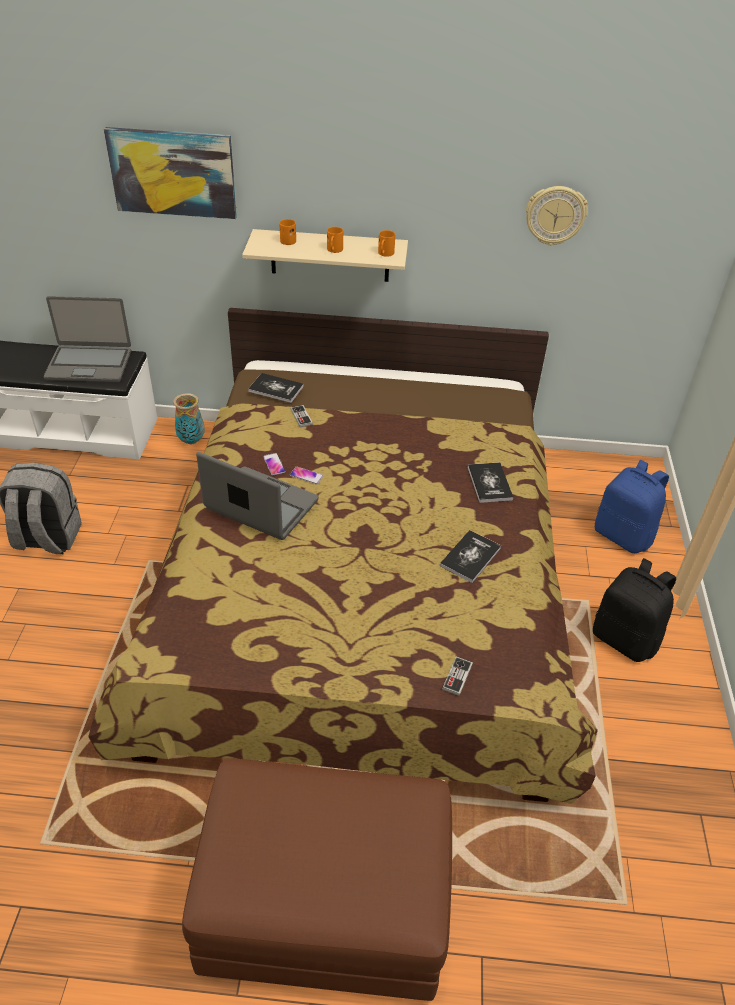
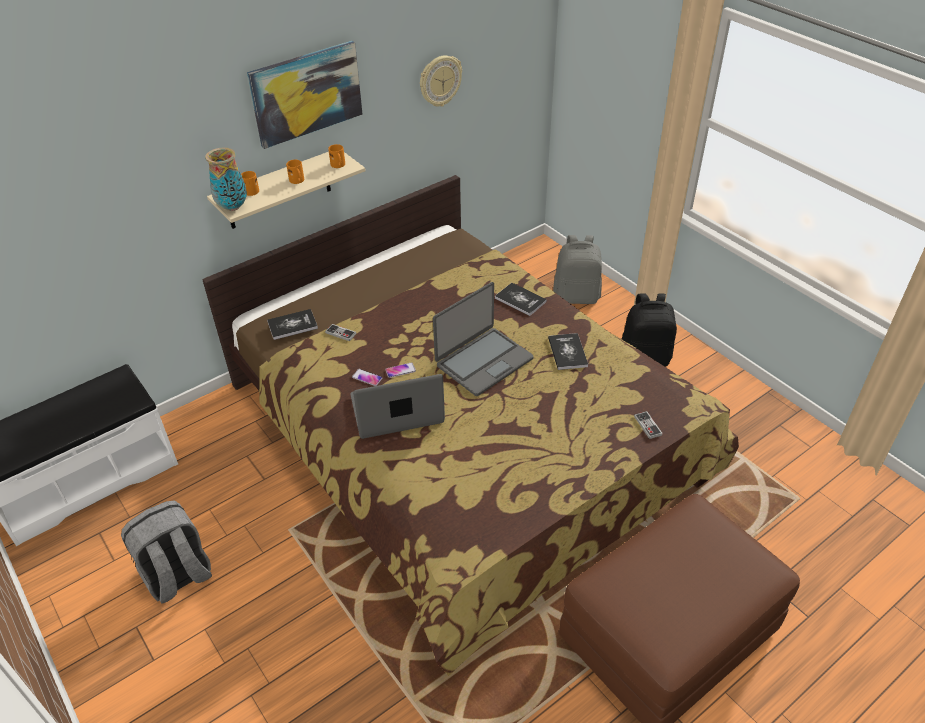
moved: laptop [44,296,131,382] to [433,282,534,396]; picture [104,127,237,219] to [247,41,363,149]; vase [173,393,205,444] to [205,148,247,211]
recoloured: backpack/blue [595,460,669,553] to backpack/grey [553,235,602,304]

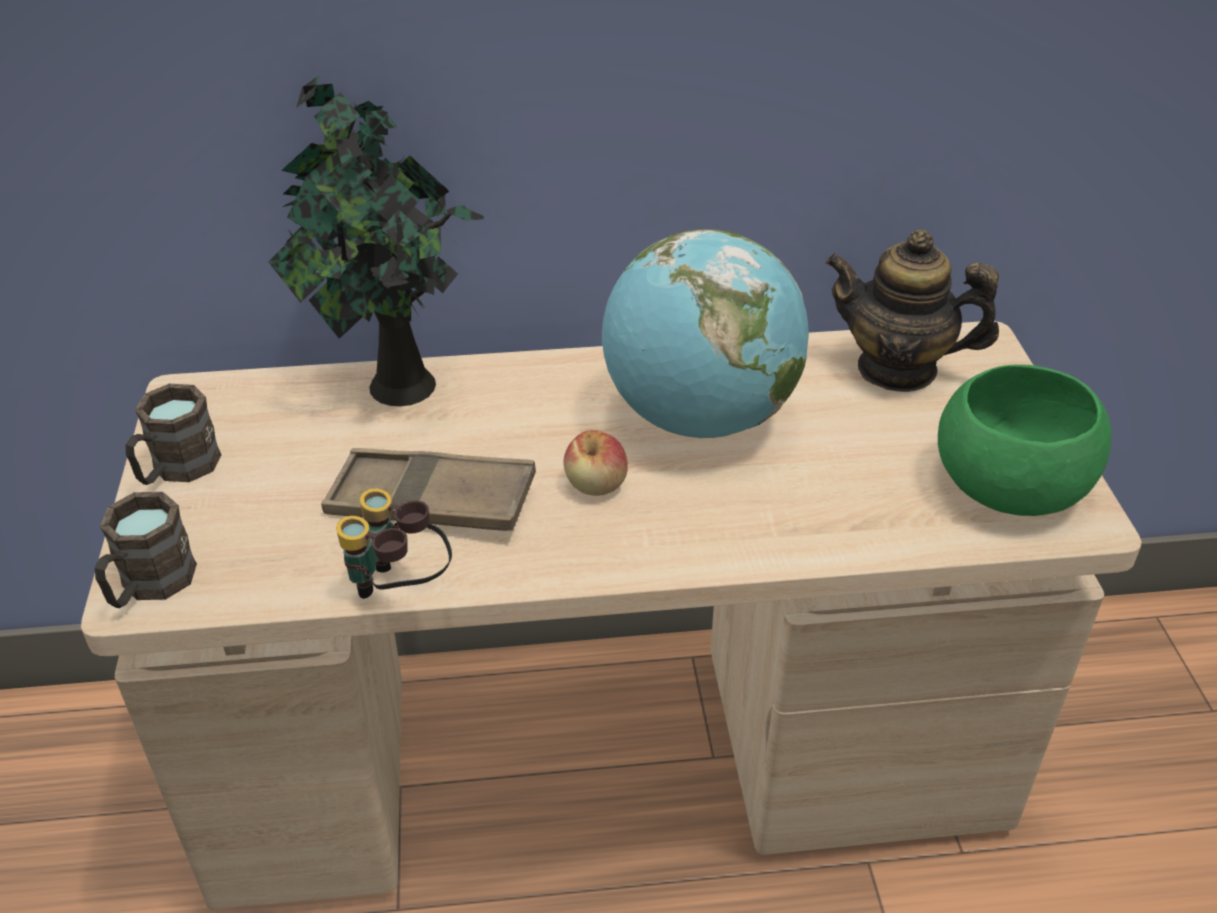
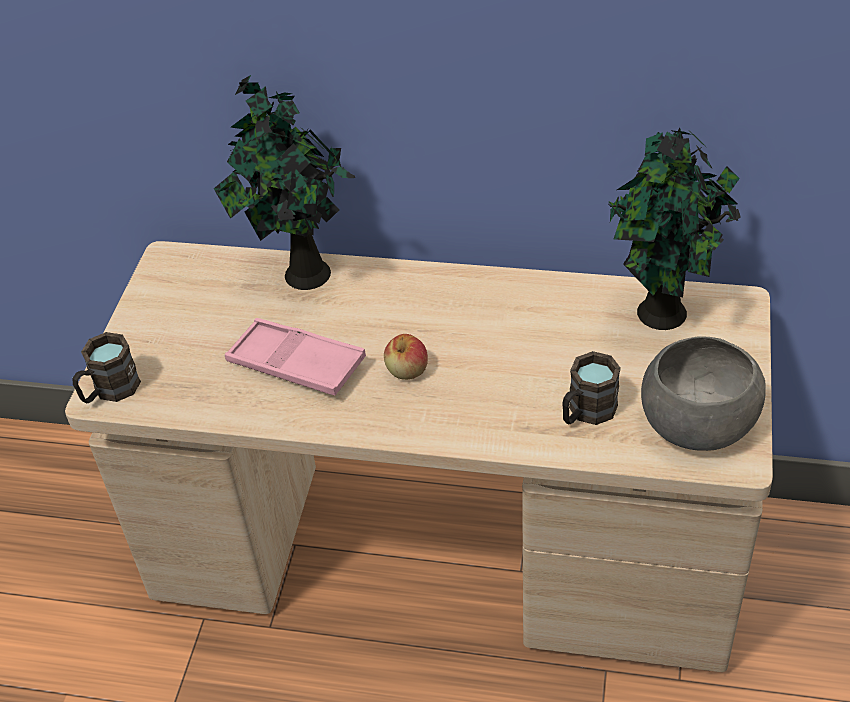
removed: binoculars [336,488,452,599]; globe [602,229,809,438]
moved: mug/brown [126,384,221,485] to [562,351,621,425]
replaced: teapot [826,230,999,392] to potted plant [608,128,741,330]
recoloured: tray/brown [321,448,536,531] to tray/pink [225,318,366,395]; bowl/green [938,364,1111,516] to bowl/grey [641,336,766,451]

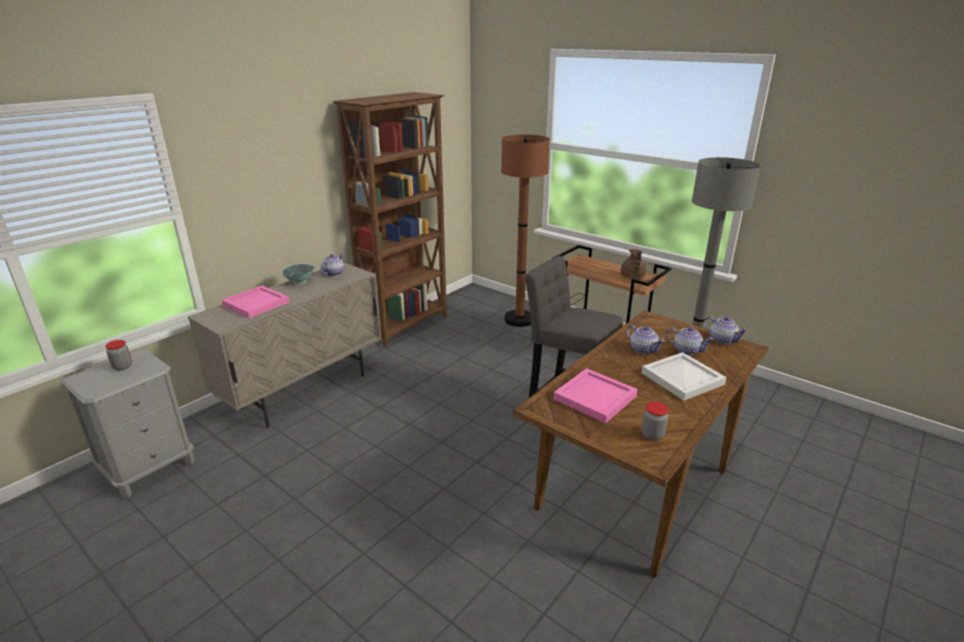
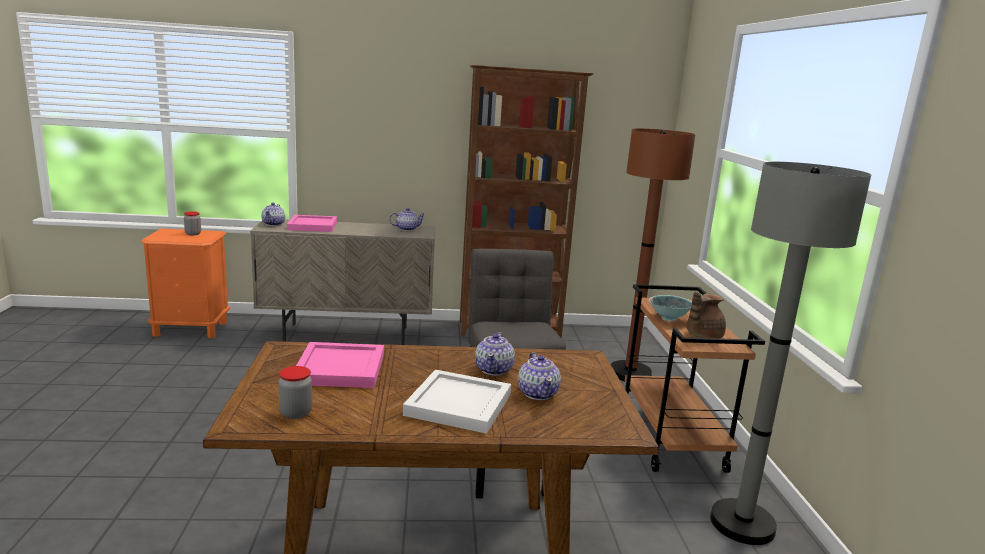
moved: bowl [281,263,315,285] to [649,295,692,322]; teapot [704,316,748,344] to [261,202,285,226]
recoloured: nightstand/grey [61,349,195,499] to nightstand/orange [141,228,230,339]

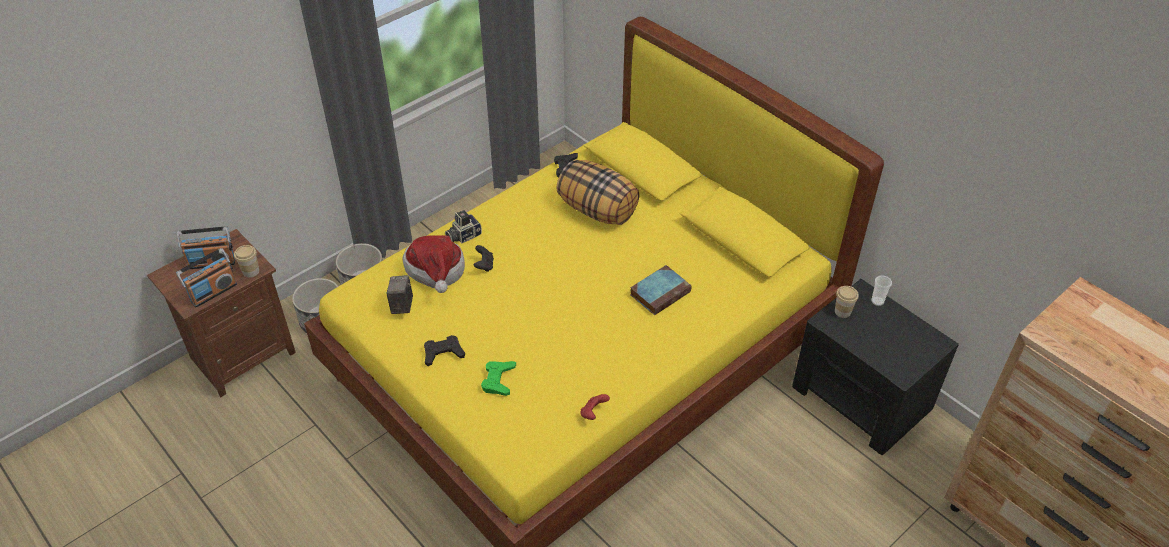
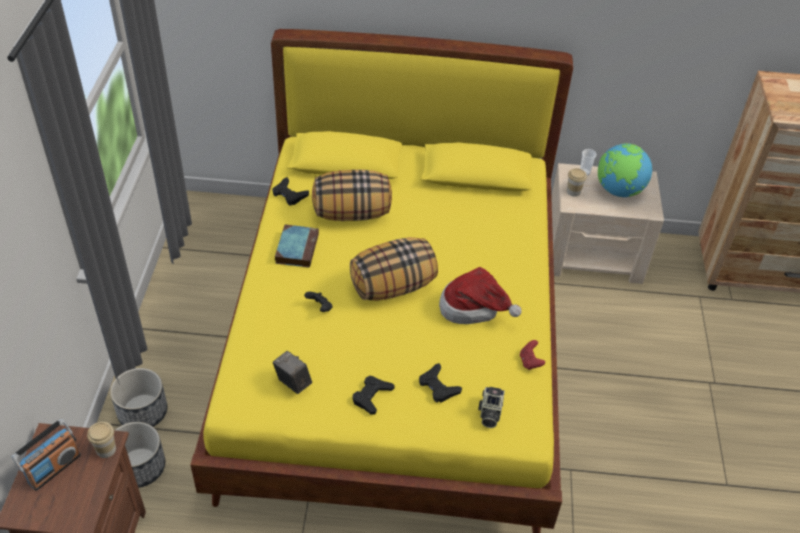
removed: radio [176,248,237,307]
added: pillow [350,237,438,301]; globe [598,143,652,197]
moved: hat [402,235,465,293] to [439,267,522,324]; photo camera [445,210,482,244] to [478,387,505,428]; book [630,265,692,315] to [275,225,319,268]
recoloured: game controller/green [481,361,516,396] to game controller/black [419,363,462,403]; nightstand/black [792,279,959,455] to nightstand/beige [551,163,664,284]

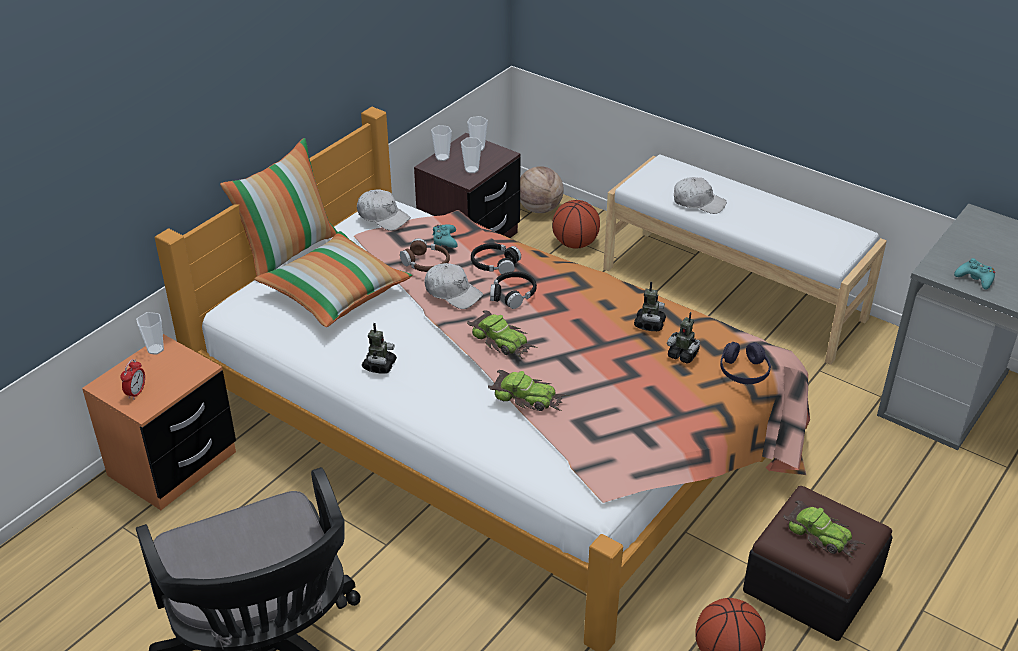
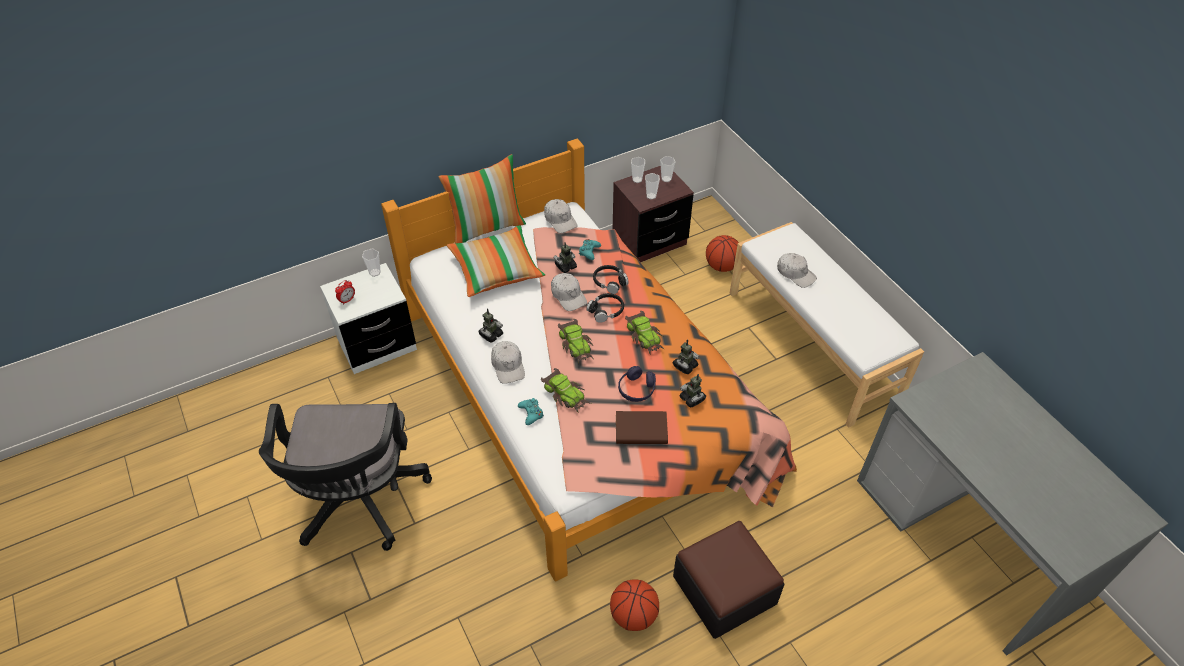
removed: basketball [520,166,564,213]
added: cap/white [491,341,525,384]; book/brown [616,411,668,444]
moved: headphones/purple [720,342,771,384] to [618,366,656,402]; toy car [783,500,866,559] to [625,311,665,355]; game controller/turquoise [954,258,995,290] to [518,398,544,425]
replaced: headphones/brown [400,238,450,272] to toy robot [553,242,577,273]
recoloured: nightstand/orange [82,334,236,510] to nightstand/white [320,263,417,374]

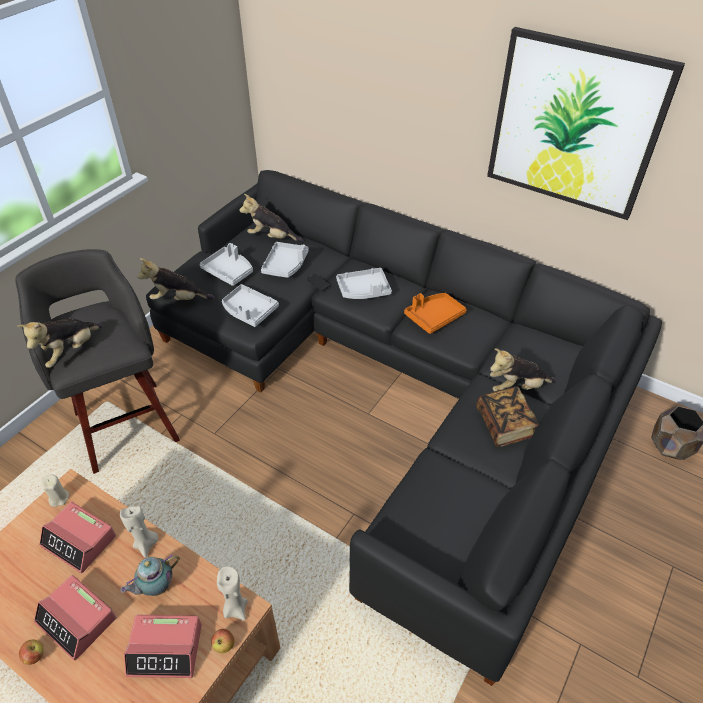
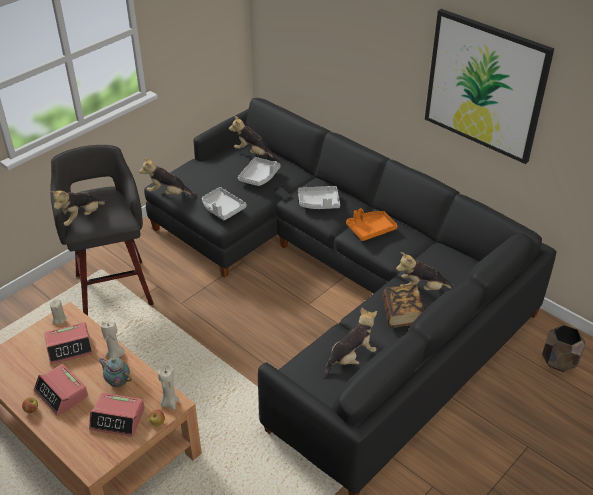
removed: tray/grey [200,243,253,286]
added: plush toy [324,307,377,377]
turned: alarm clock [39,502,116,573] = [44,322,93,364] 60 degrees counterclockwise; teapot [120,554,180,596] = [98,357,132,387] 60 degrees clockwise

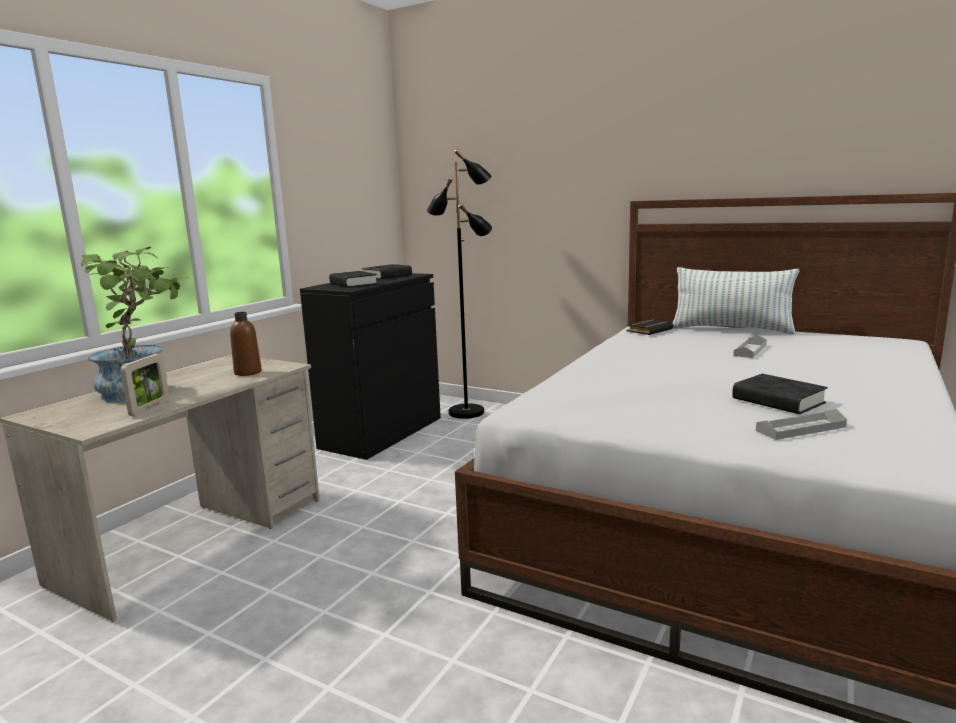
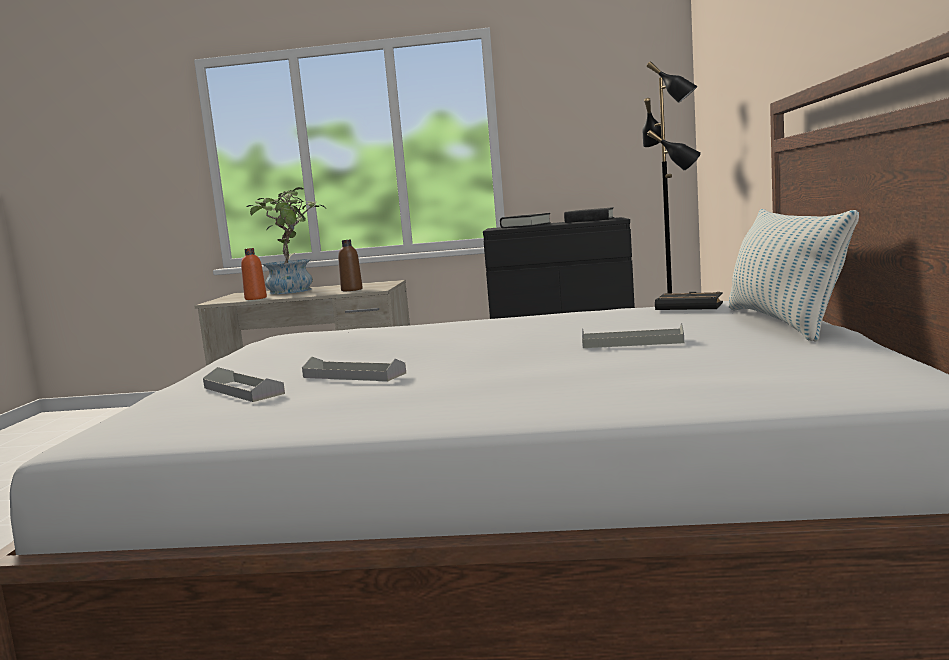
replaced: picture frame [120,354,170,416] to bottle/orange [241,248,267,300]; book/black [732,374,828,414] to tray/grey [302,357,406,381]

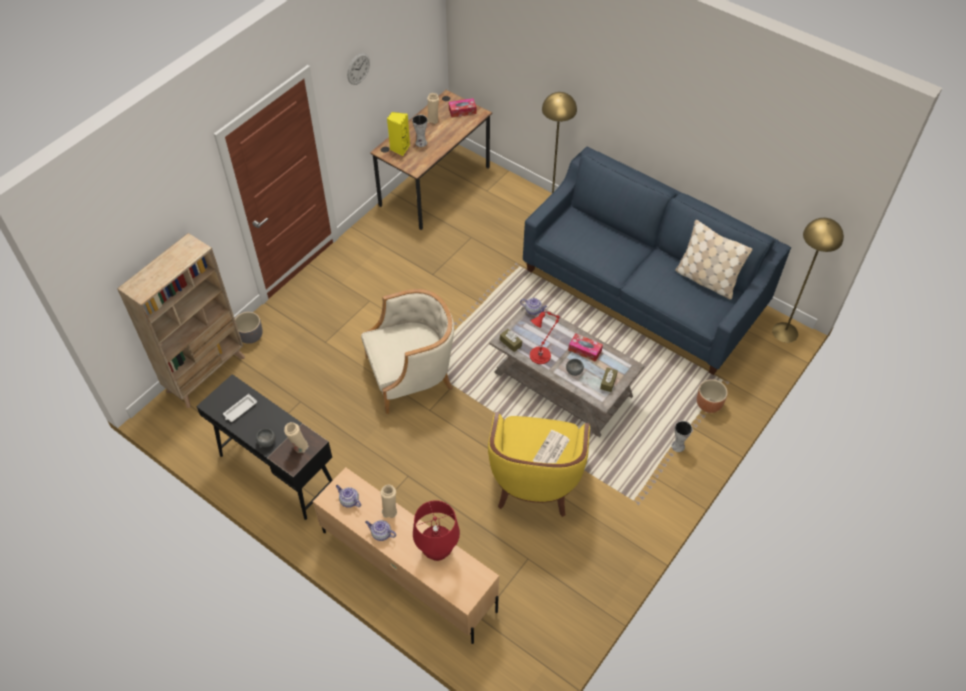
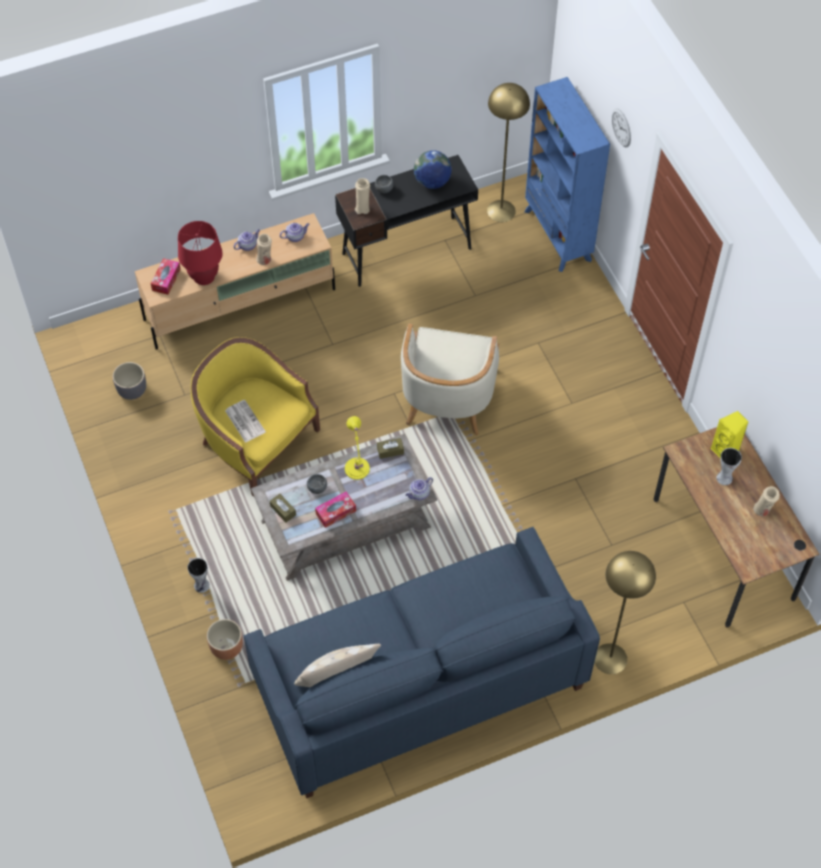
moved: planter/grey [235,312,263,344] to [113,362,146,400]; wall clock [347,53,370,85] to [612,108,631,147]; tissue box [449,98,477,118] to [151,258,181,295]; floor lamp/yellow [772,218,844,343] to [487,83,530,222]
replaced: tray/white [223,394,257,422] to globe [414,150,452,189]
recoloured: bookcase/beige [117,233,245,408] to bookcase/blue [524,77,610,272]; table lamp/red [530,309,561,364] to table lamp/yellow [345,416,370,480]

